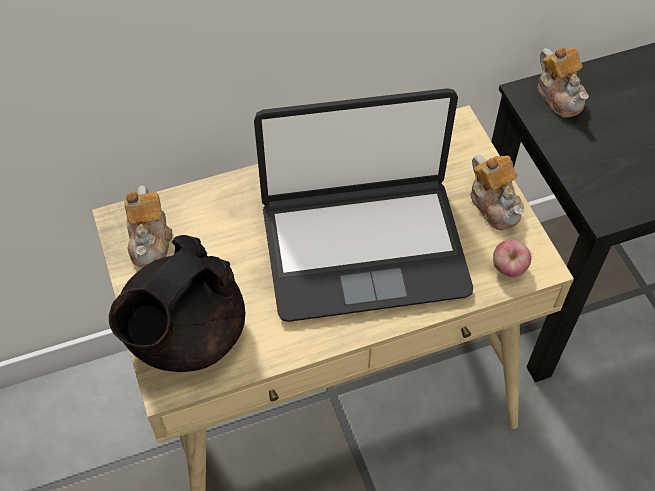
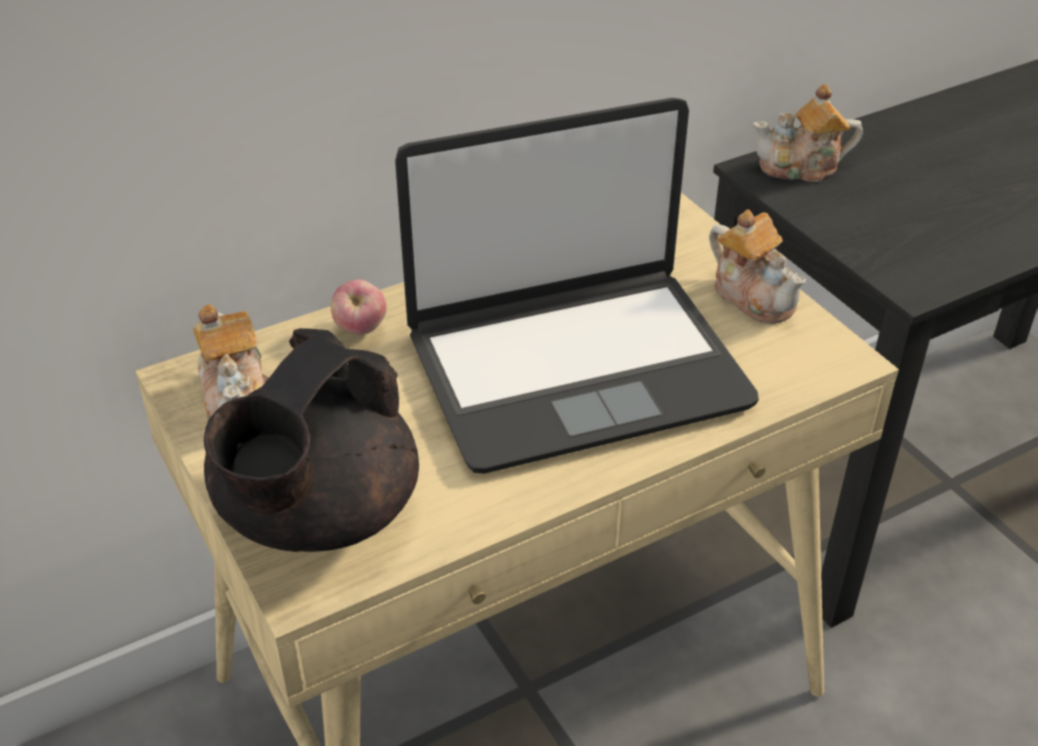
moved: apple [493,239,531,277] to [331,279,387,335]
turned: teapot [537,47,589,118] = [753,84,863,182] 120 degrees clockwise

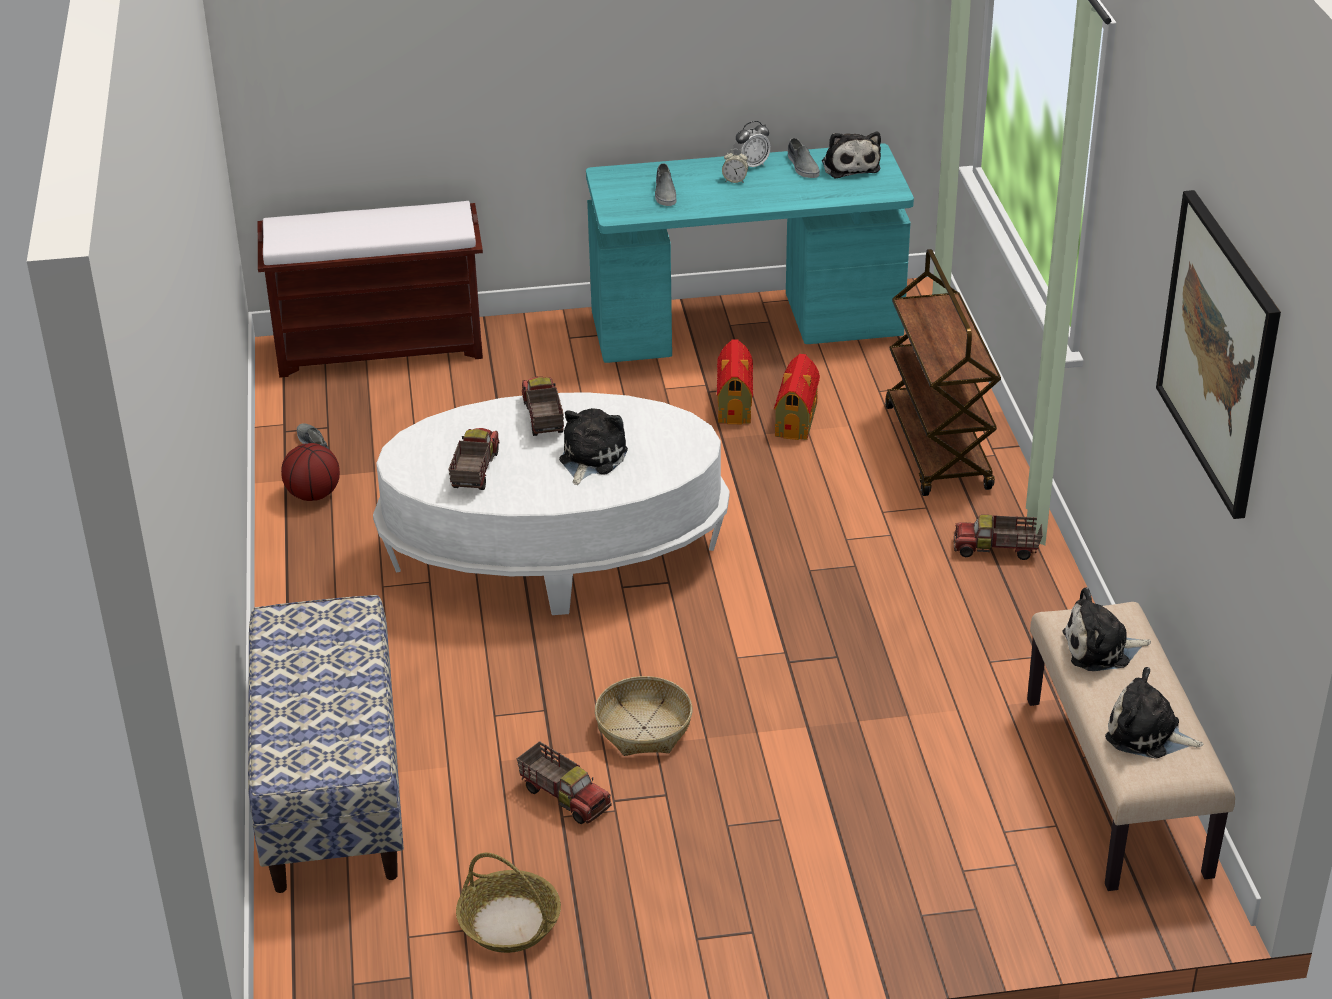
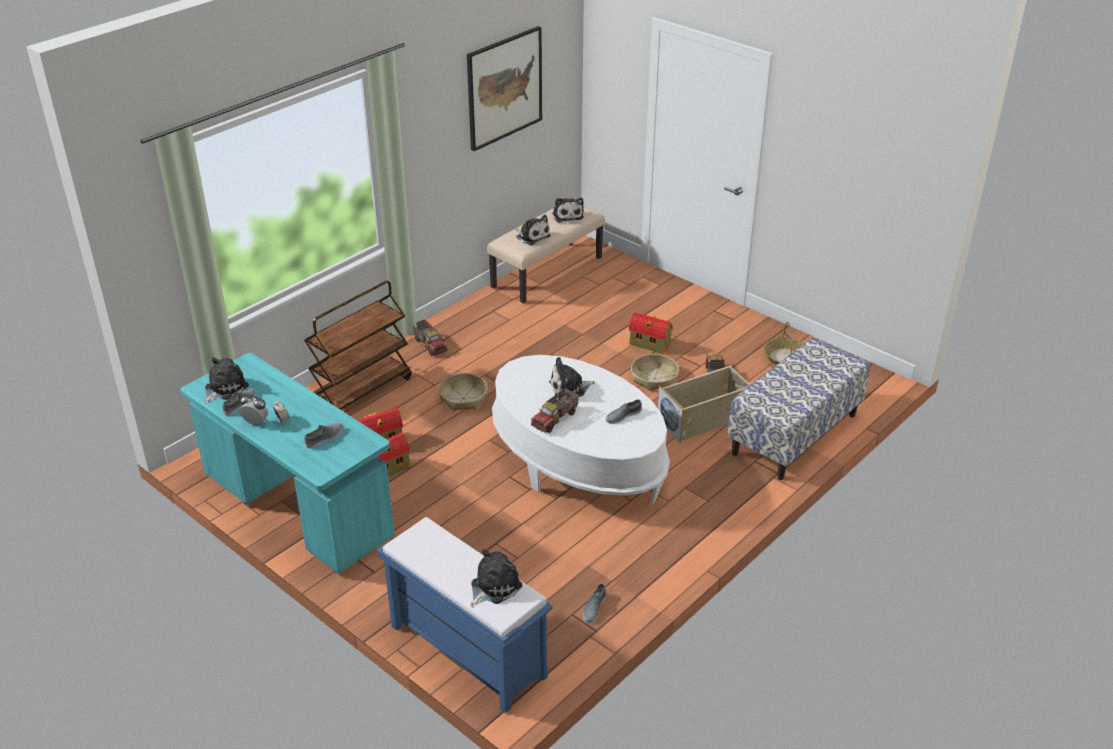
removed: basketball [281,443,340,501]
added: basket [438,373,488,411]; plush toy [471,549,522,608]; toy house [629,312,673,354]; storage box/beige [658,365,750,443]
replaced: toy truck [448,428,499,490] to shoe/grey [606,399,642,424]
recoloured: bench/brown [258,201,483,378] to bench/blue [377,517,553,713]

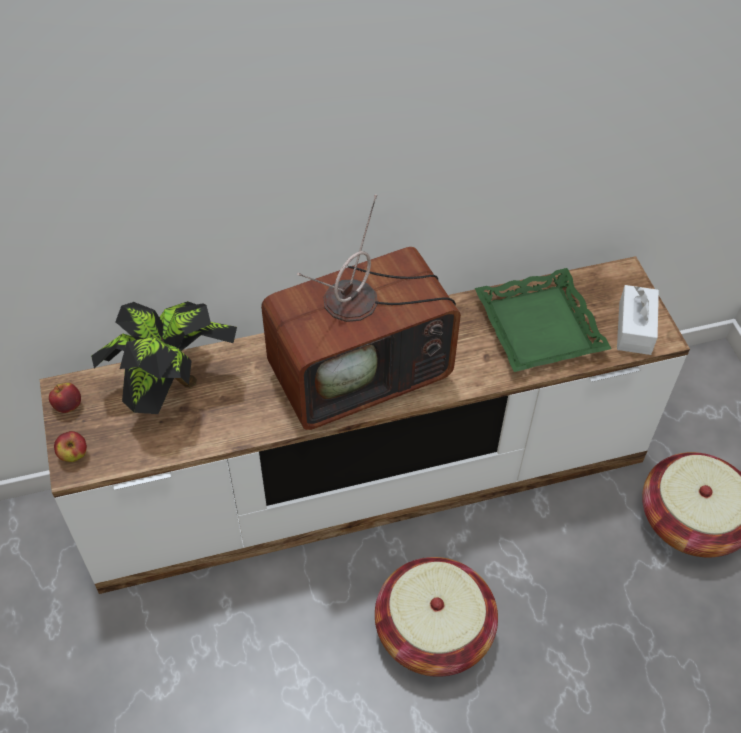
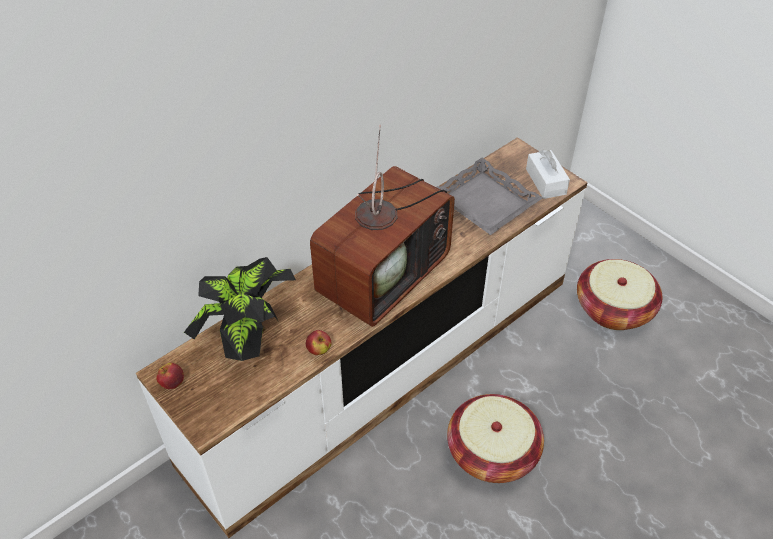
moved: apple [54,431,87,462] to [306,330,332,355]
recoloured: tray/green [475,268,612,372] to tray/grey [436,158,543,235]

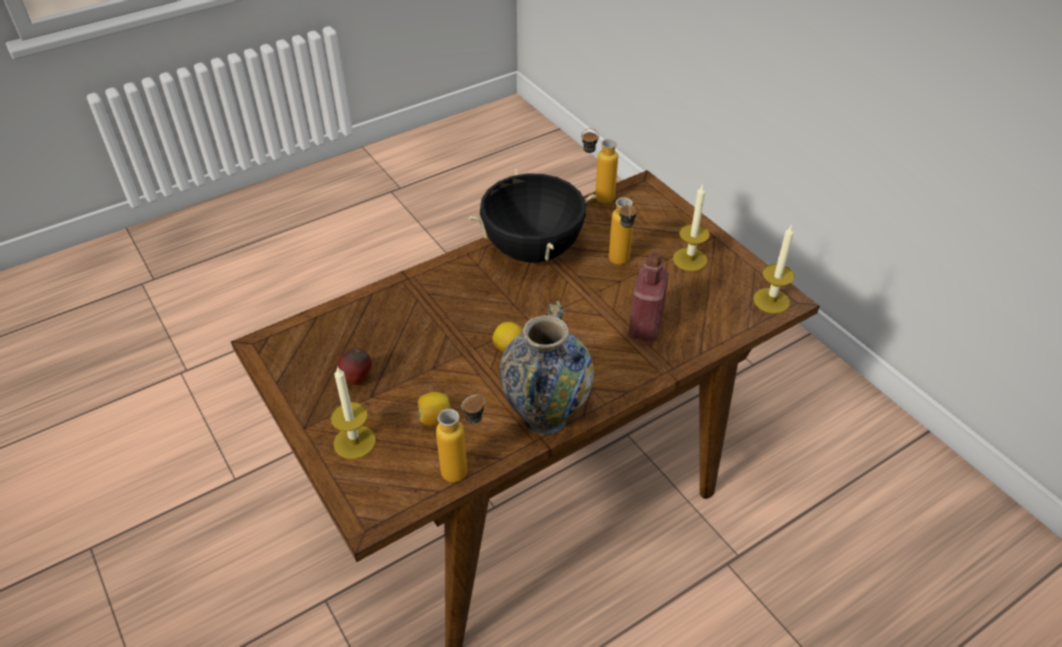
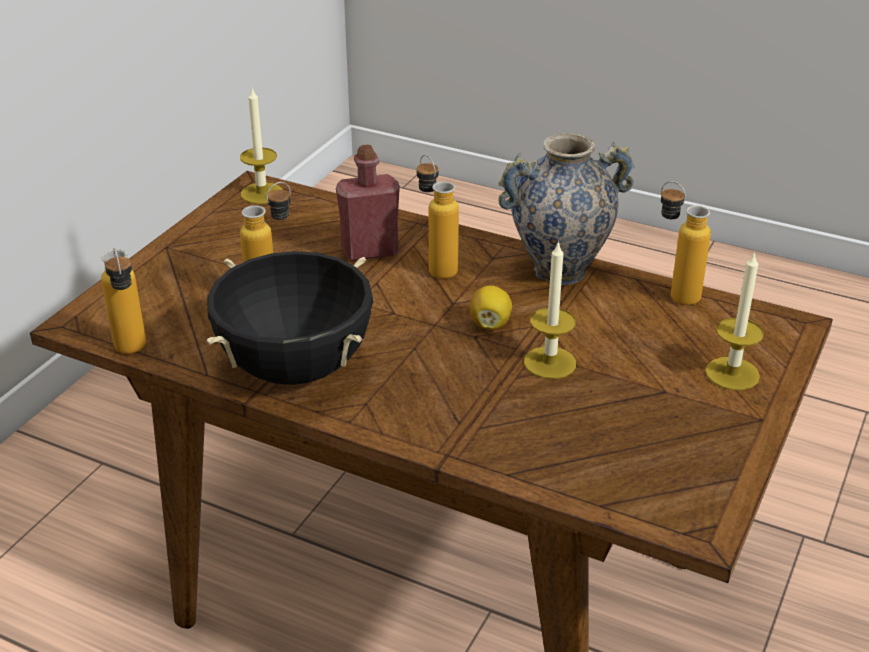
removed: apple [337,348,372,385]; lemon [417,392,452,426]
added: bottle [417,155,459,279]
moved: candle [673,184,710,271] to [524,241,576,379]

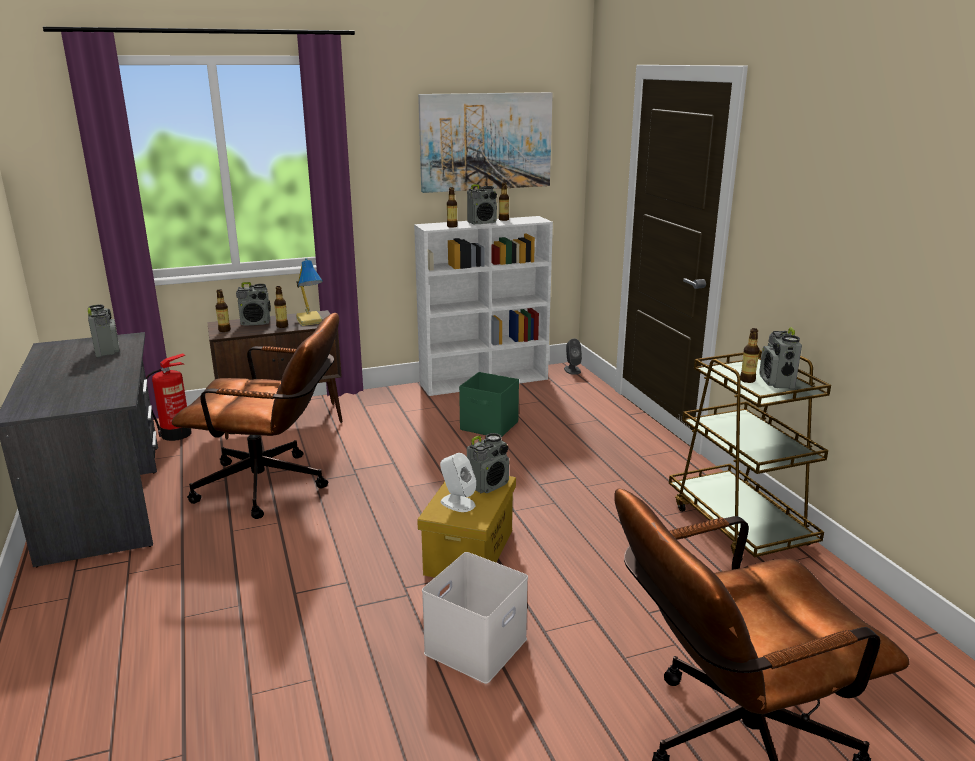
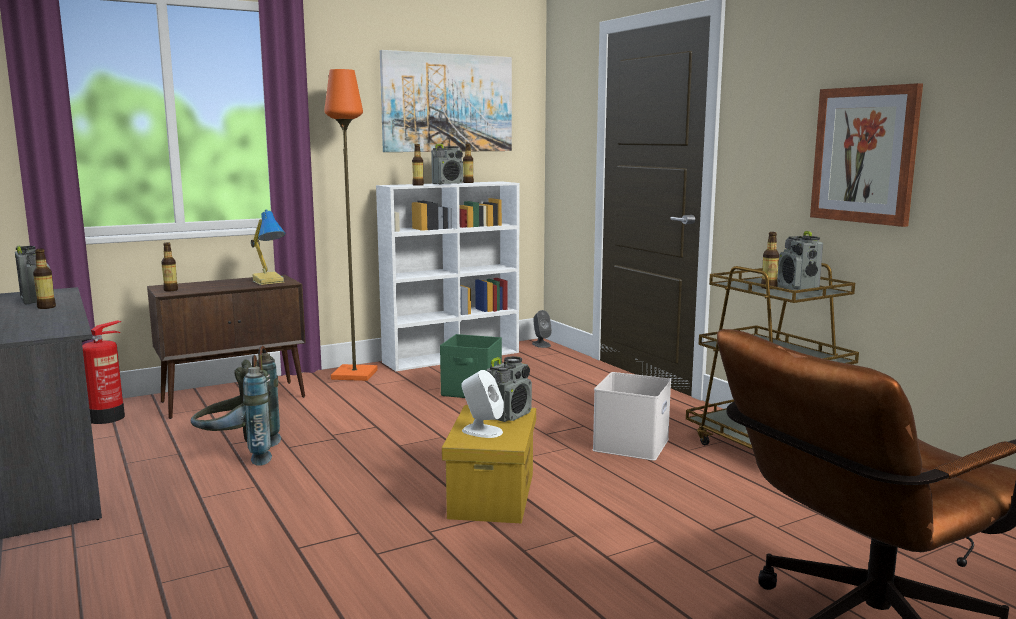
removed: radio [236,282,271,326]
added: floor lamp/orange [324,69,378,381]; picture [810,83,923,227]
moved: bottle [274,286,288,328] to [33,249,56,309]; storage box/white [422,552,528,684] to [593,372,671,461]
replaced: office chair/brown [172,313,339,519] to backpack/grey [191,346,281,466]

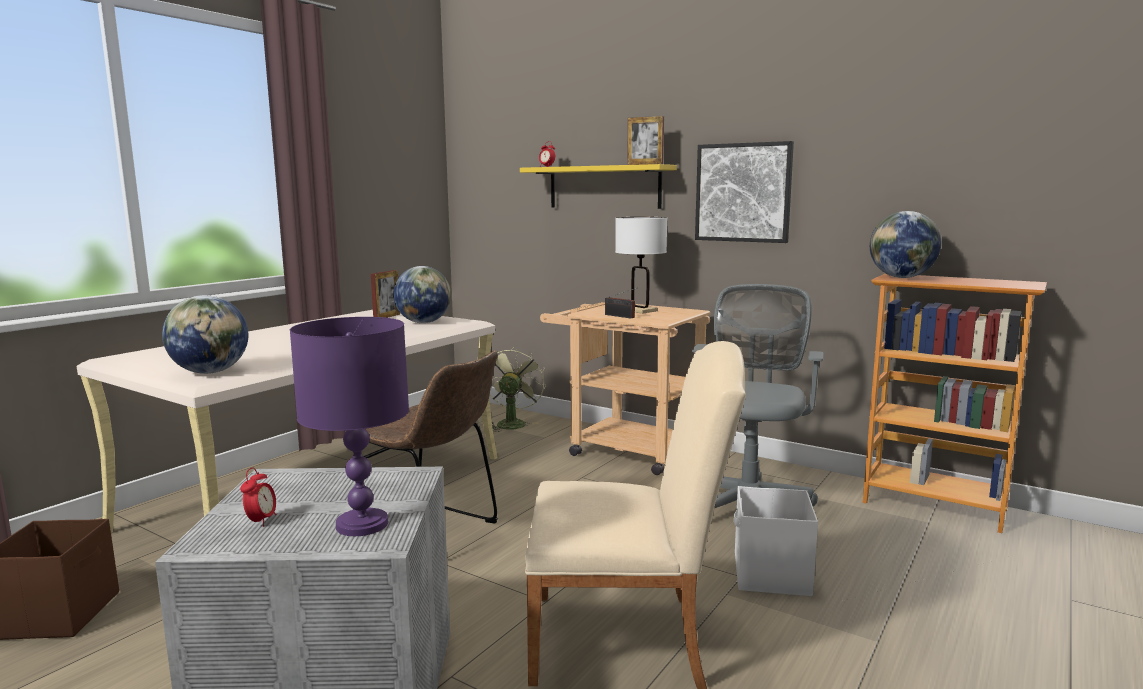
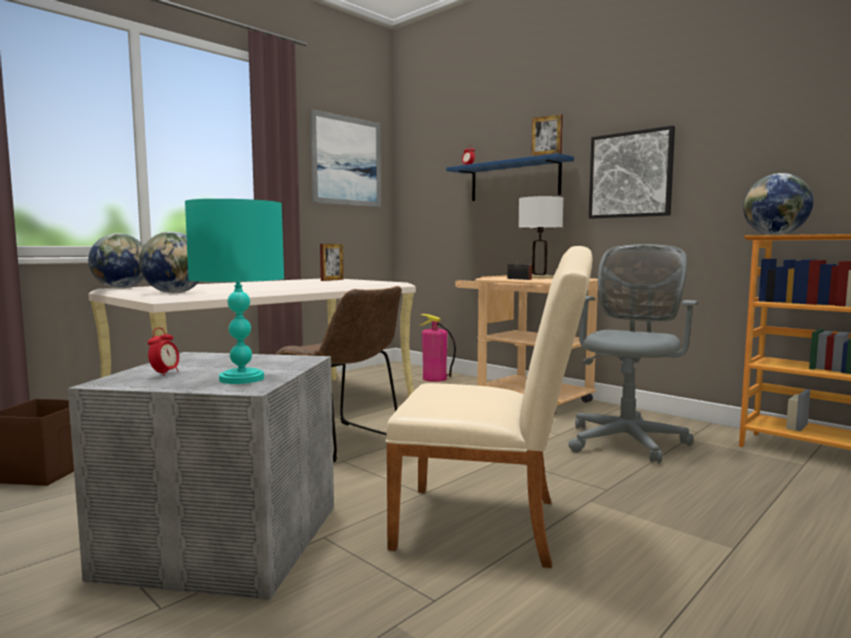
removed: storage box/white [734,486,818,596]
added: picture [310,109,381,207]
moved: globe [393,266,451,323] to [88,233,144,289]
replaced: fan/green [490,346,546,432] to fire extinguisher [420,314,456,382]
recoloured: table lamp/purple [290,317,409,536] to table lamp/turquoise [185,199,284,384]; shelf/yellow [520,164,677,209] to shelf/blue [446,153,574,201]

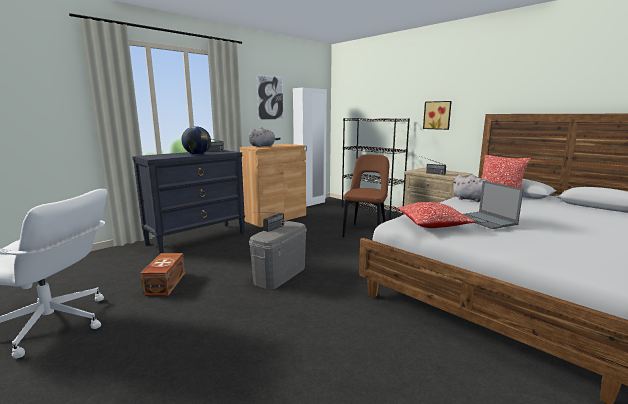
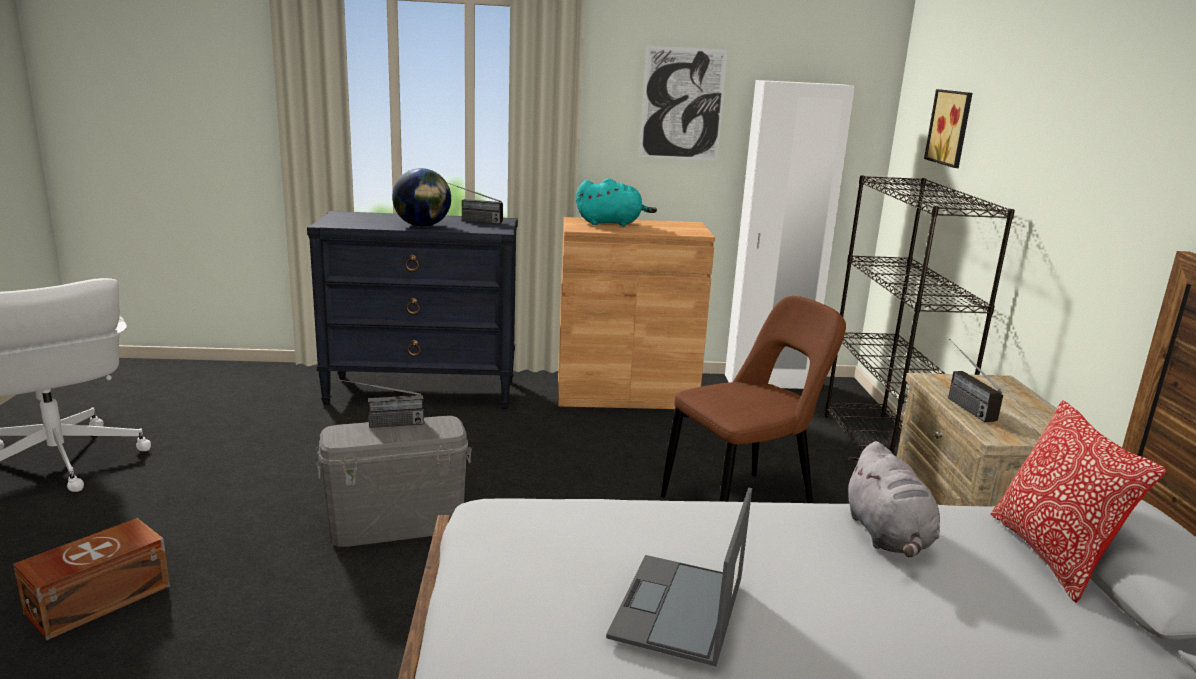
removed: pillow [397,202,476,228]
moved: storage box/brown [140,253,185,296] to [13,518,170,640]; picture [423,101,452,130] to [924,89,973,168]
recoloured: plush toy/grey [249,127,281,147] to plush toy/turquoise [576,178,657,226]

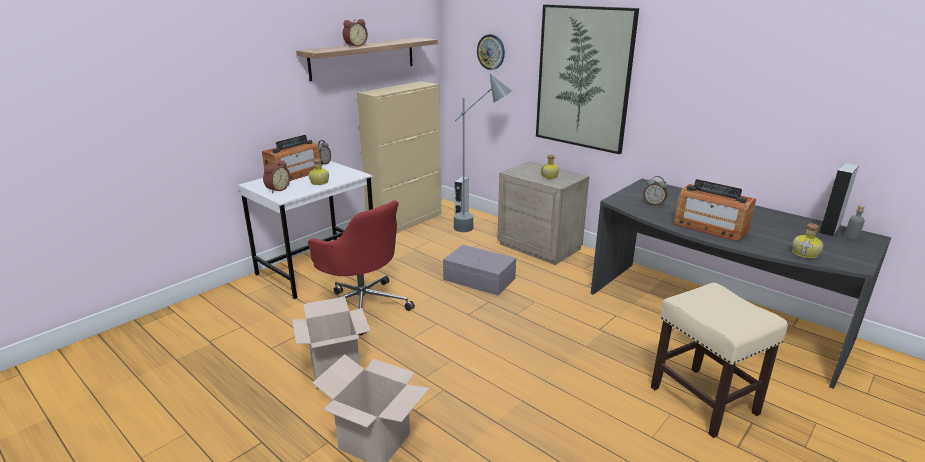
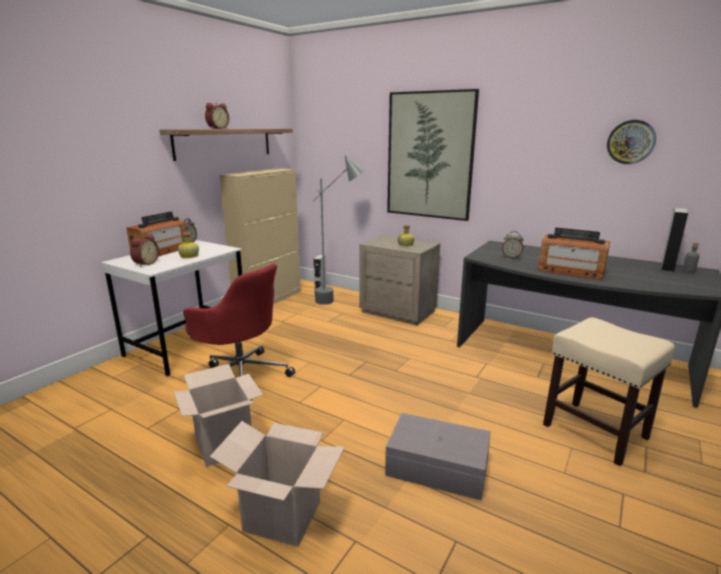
removed: bottle [792,223,823,259]
moved: storage box/grey [443,245,516,296] to [385,413,491,501]; wall clock [477,34,505,70] to [607,120,656,164]

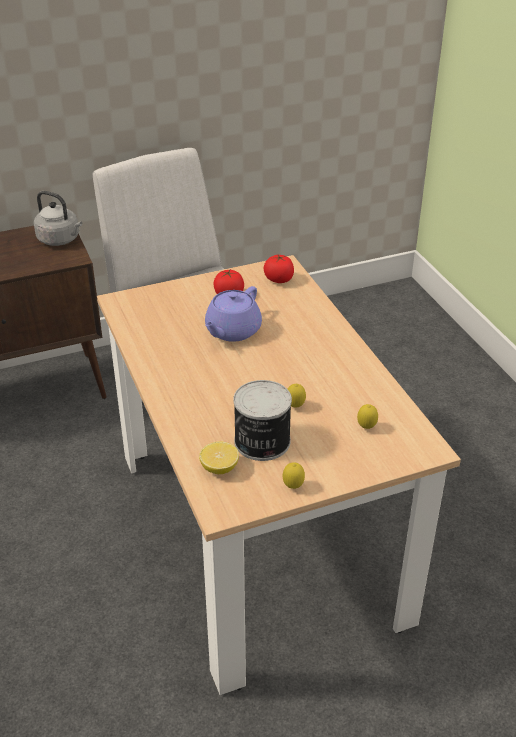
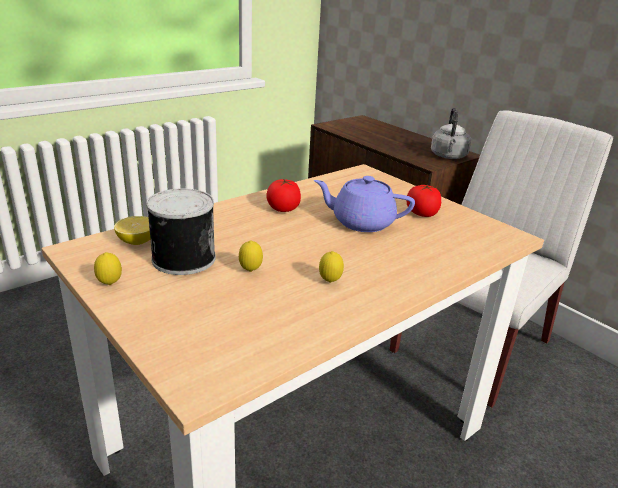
moved: tomato [264,255,294,283] to [266,179,301,212]; lemon [357,404,378,429] to [319,251,344,283]

